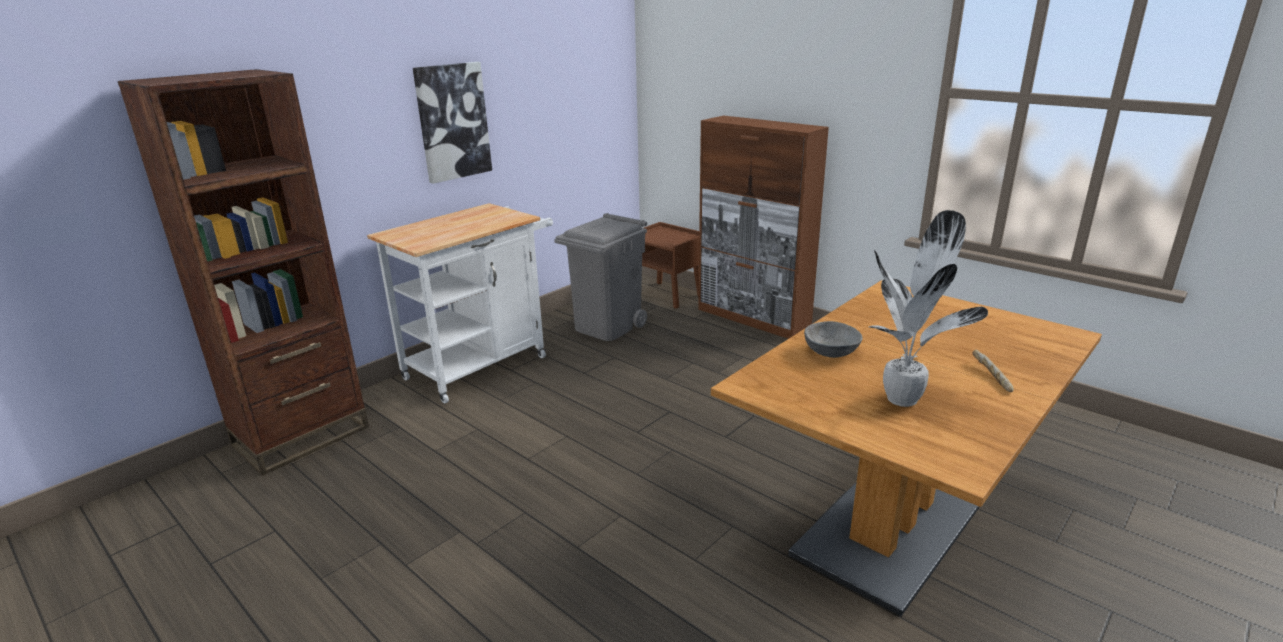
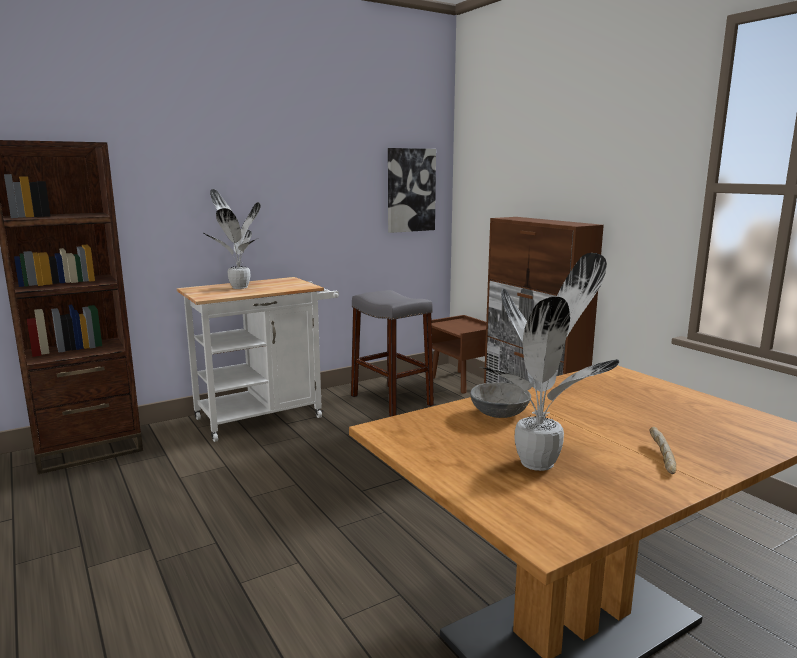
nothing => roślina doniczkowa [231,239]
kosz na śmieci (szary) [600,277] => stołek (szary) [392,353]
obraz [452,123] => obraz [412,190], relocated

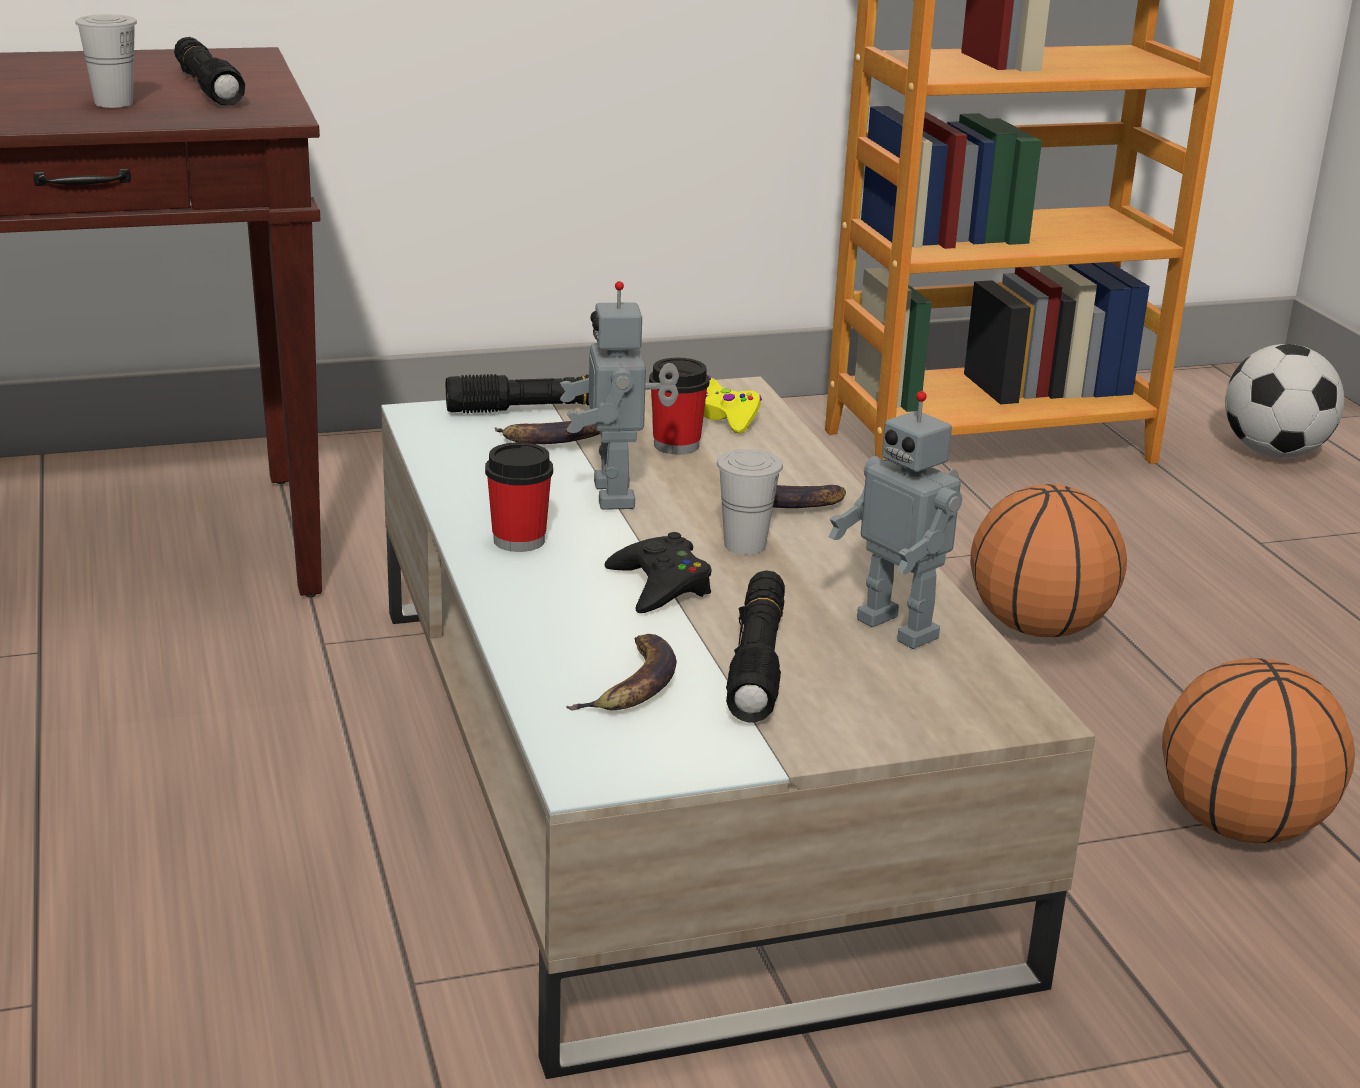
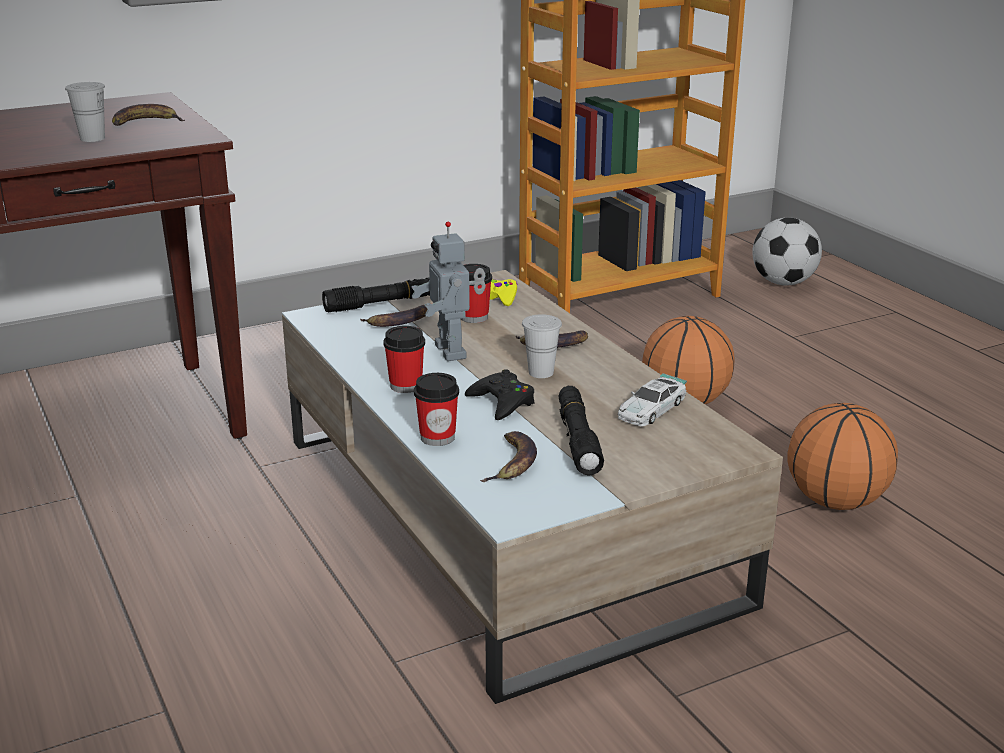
latarka (czarny) [209,71] => banan [148,115]
nothing => filiżanka [436,409]
robot zabawkowy [895,520] => samochodzik [652,400]

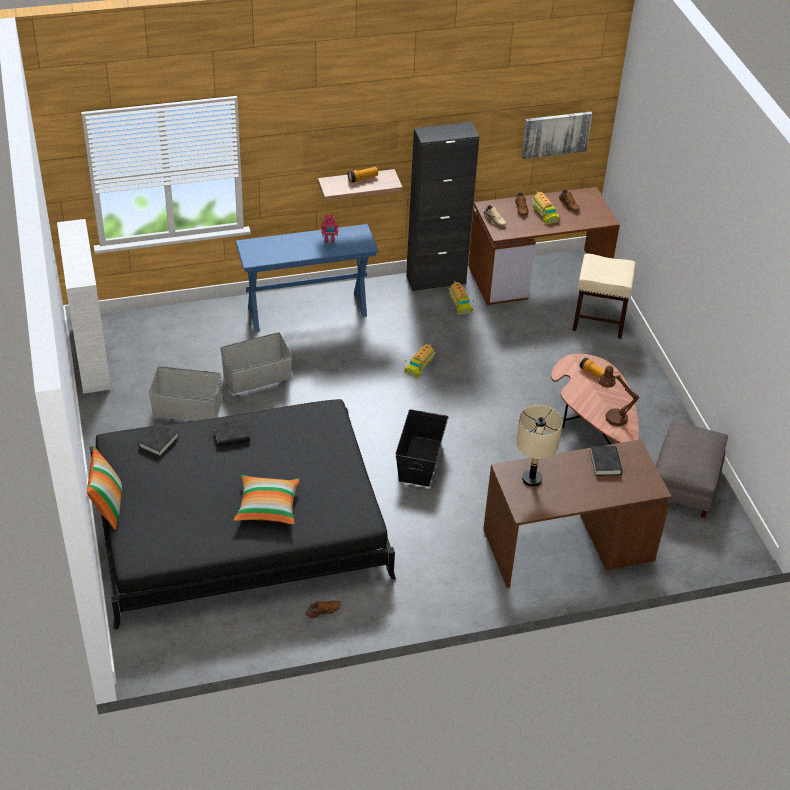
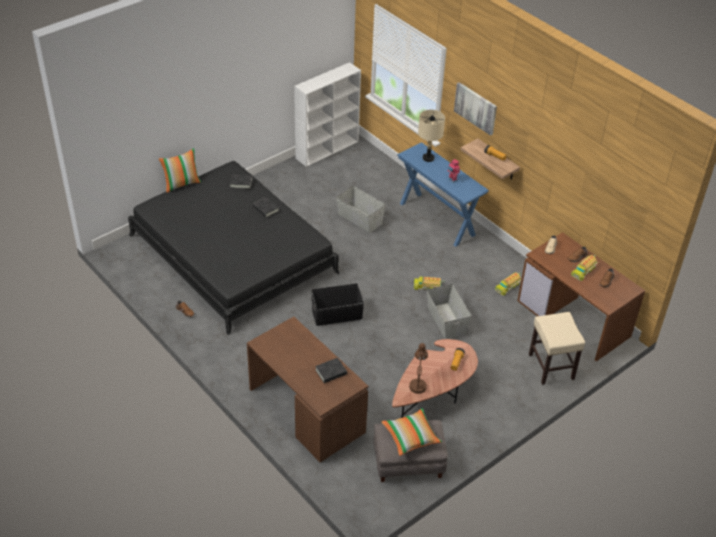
poduszka [267,499] => poduszka [411,432], relocated
lampa stołowa (beżowy) [539,446] => lampa stołowa (beżowy) [431,136], relocated
pojemnik do przechowywania (szary) [185,393] => pojemnik do przechowywania (szary) [449,311], relocated
obraz [557,135] => obraz [475,109], relocated
szafka (czarny) [442,206] => nothing

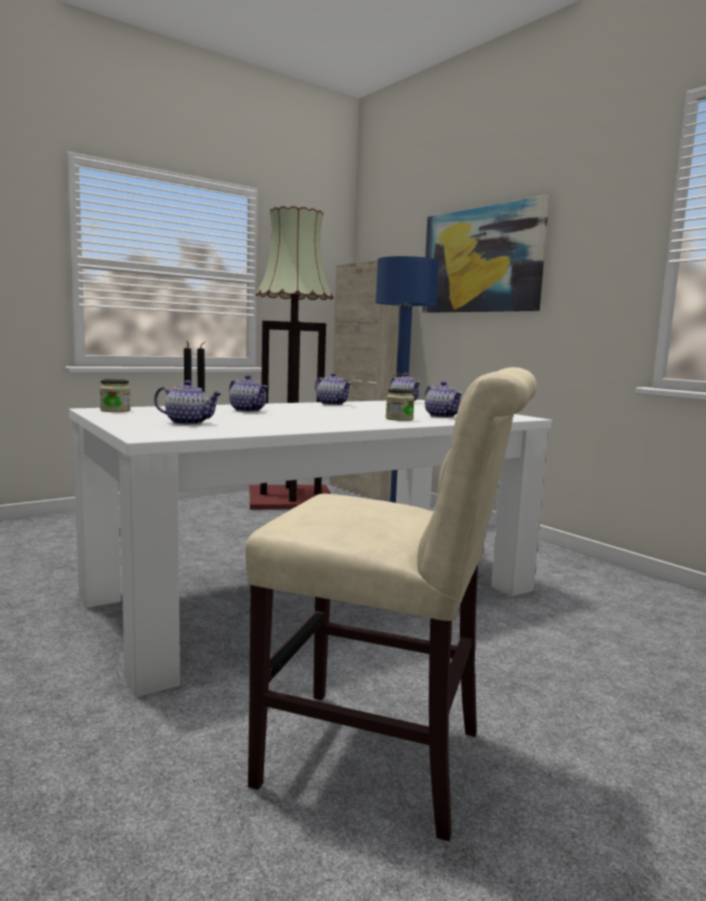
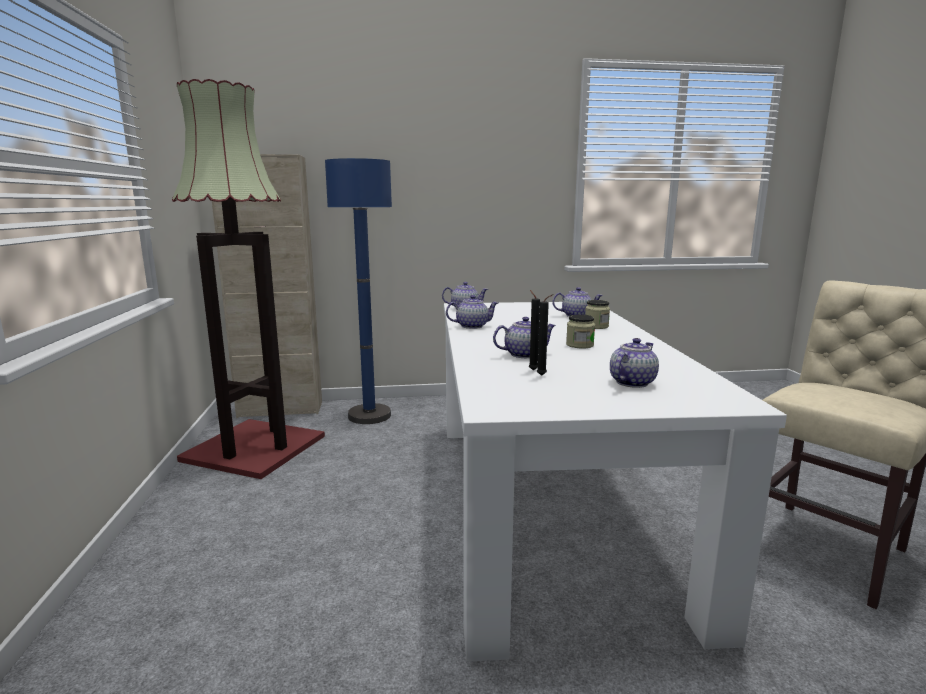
słoik [115,395] => słoik [580,331], relocated
obraz [485,254] => nothing

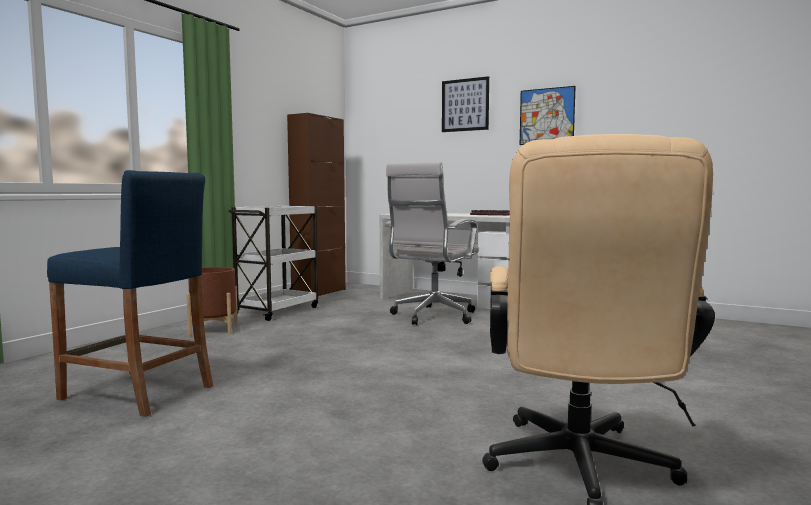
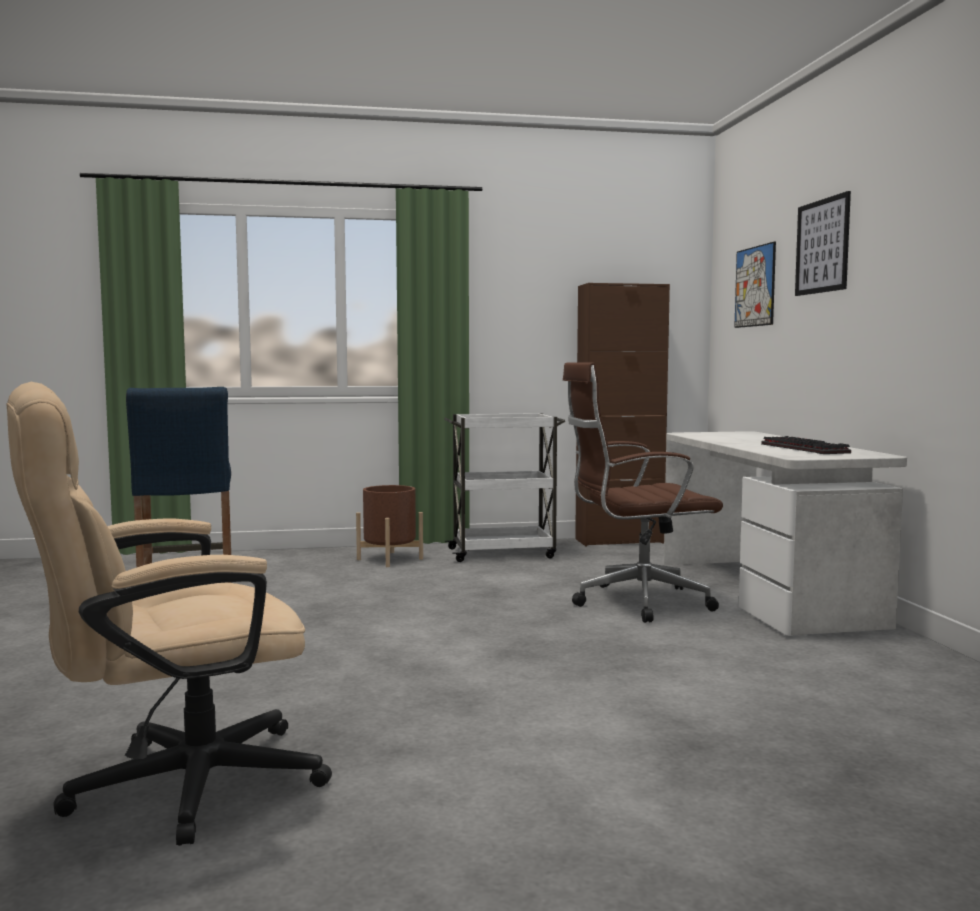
krzesło biurowe (biały) [431,243] => krzesło biurowe (brązowy) [643,493]
obraz [548,115] => obraz [755,284], relocated

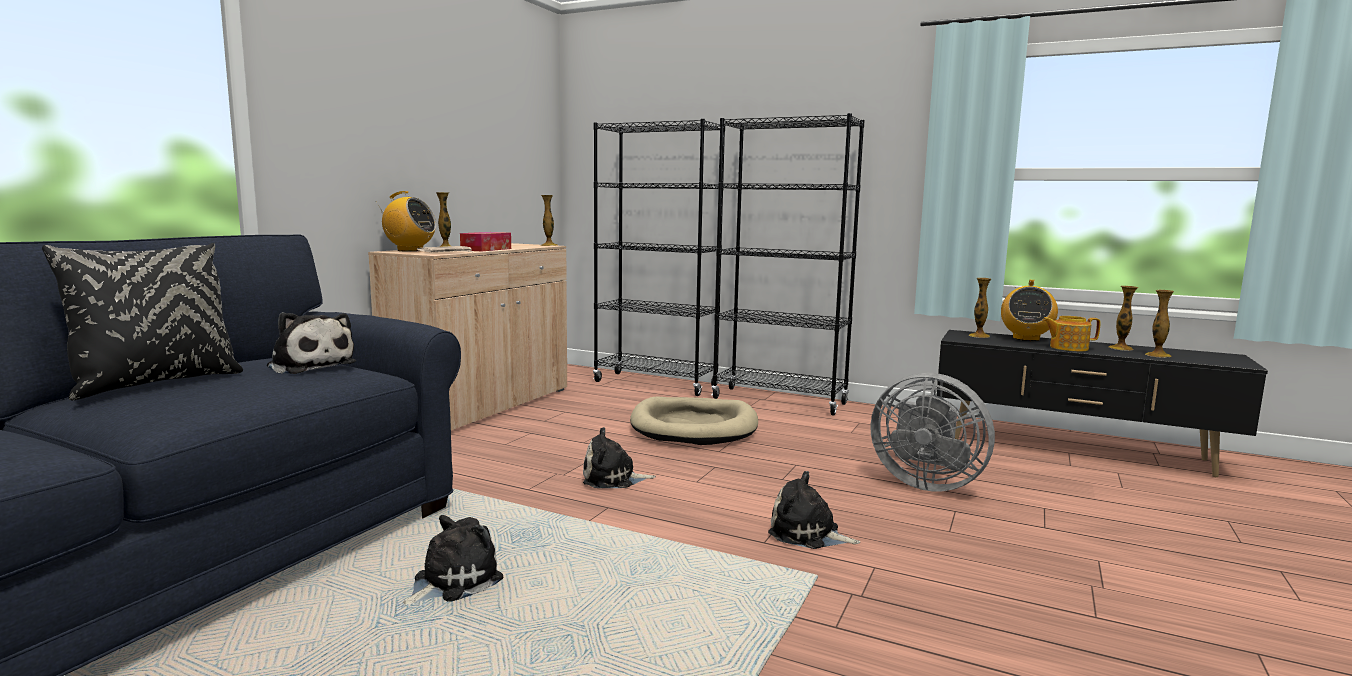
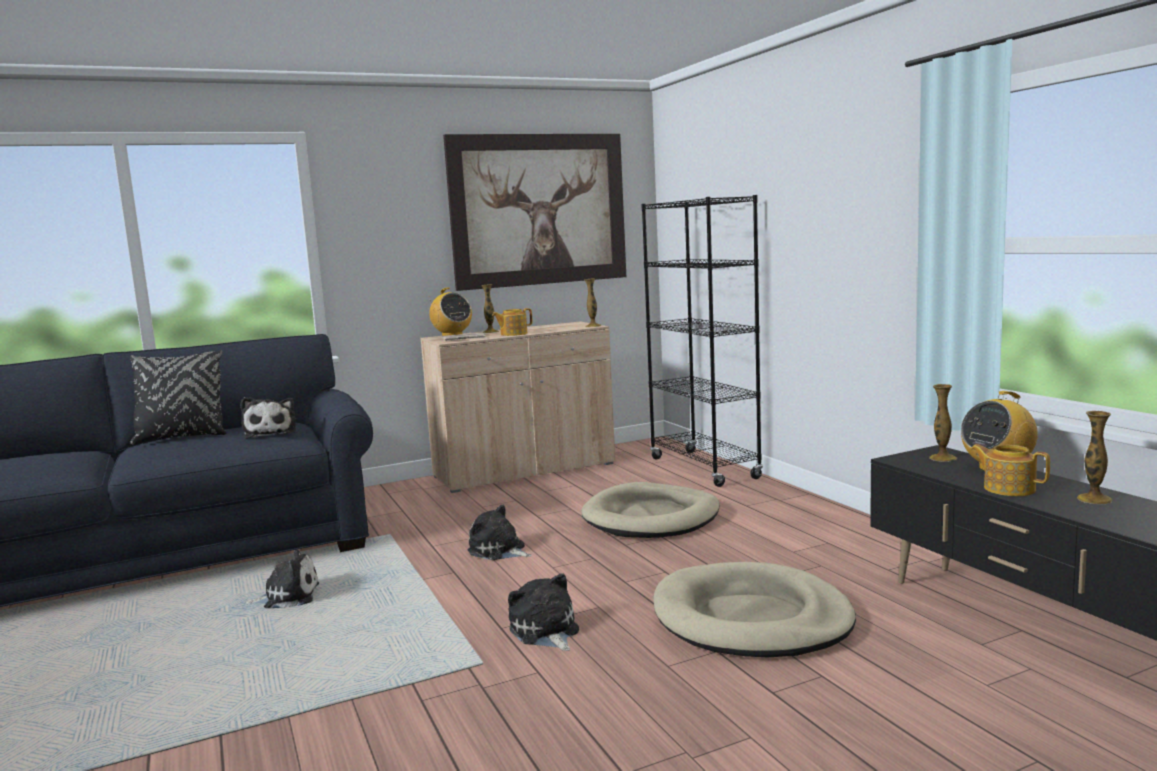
nothing => obraz [534,212]
pudełko chusteczek [485,241] => imbryk [512,322]
wentylator (szary) [933,432] => legowisko (beżowy) [755,609]
regał (czarny) [788,264] => nothing
wazon [1159,324] => nothing

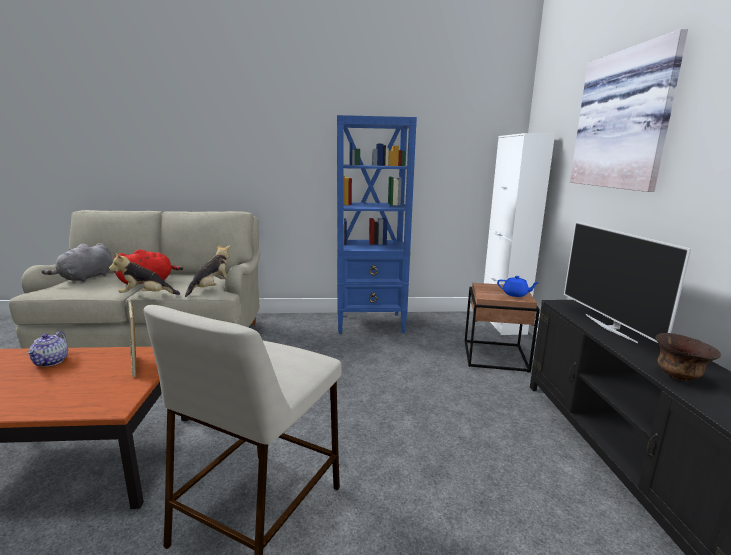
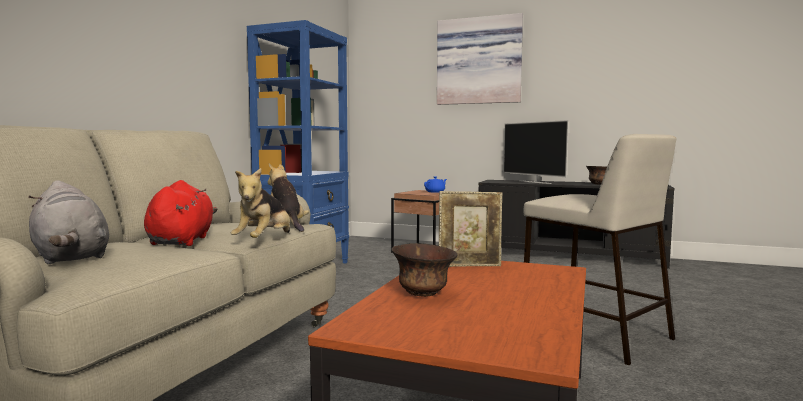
imbryk [47,349] => miska (brązowy) [425,270]
telewizor [627,282] => telewizor [536,152], 45 degrees clockwise
szafka (biały) [519,234] => nothing

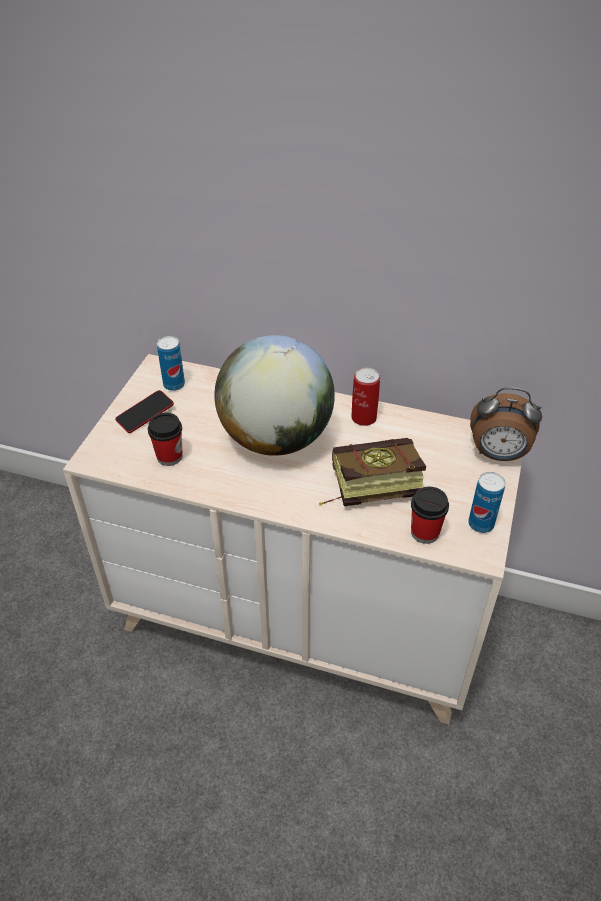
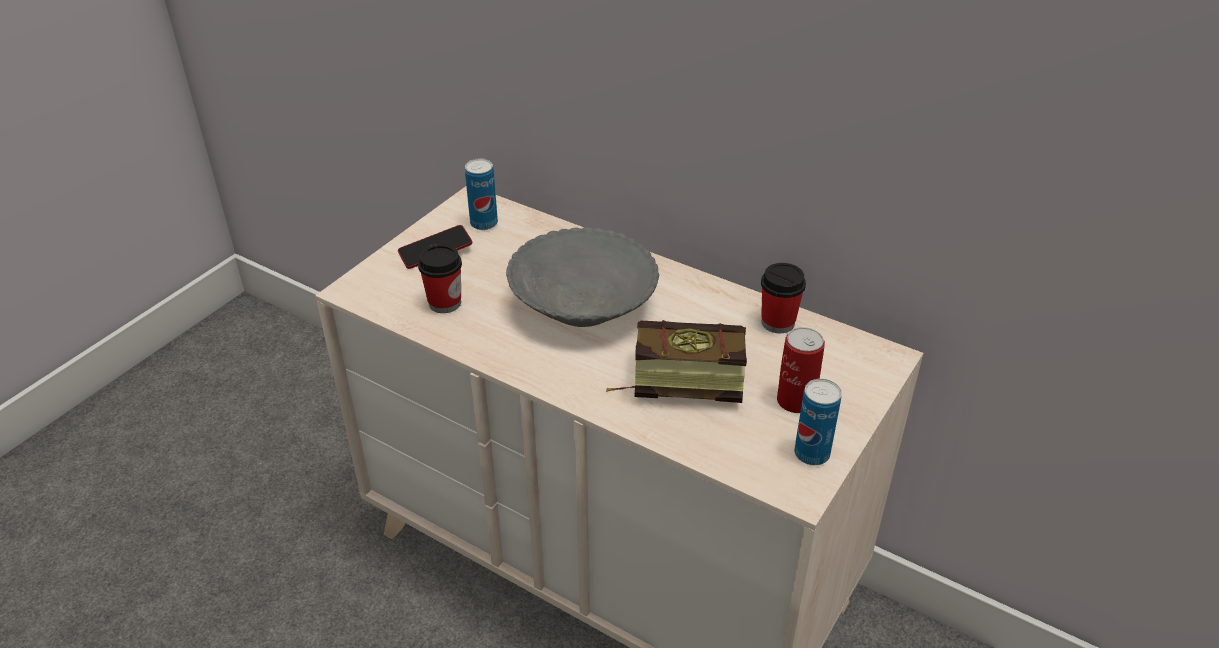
globus [274,395] => miska (szary) [582,277]
filiżanka [430,515] => filiżanka [783,298], relocated
puszka [365,397] => puszka [801,370], relocated
budzik [506,424] => nothing

